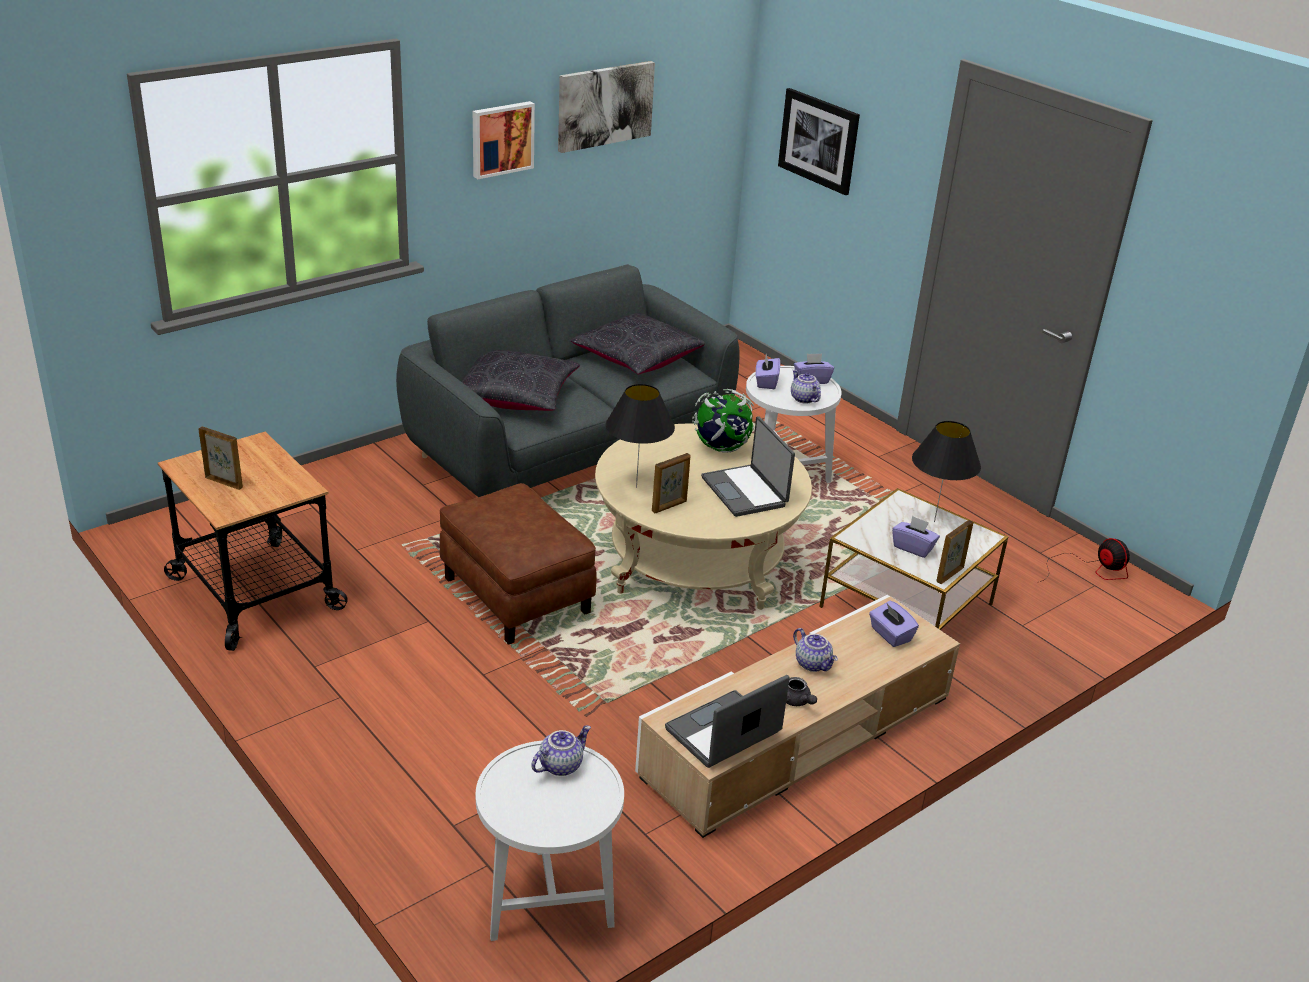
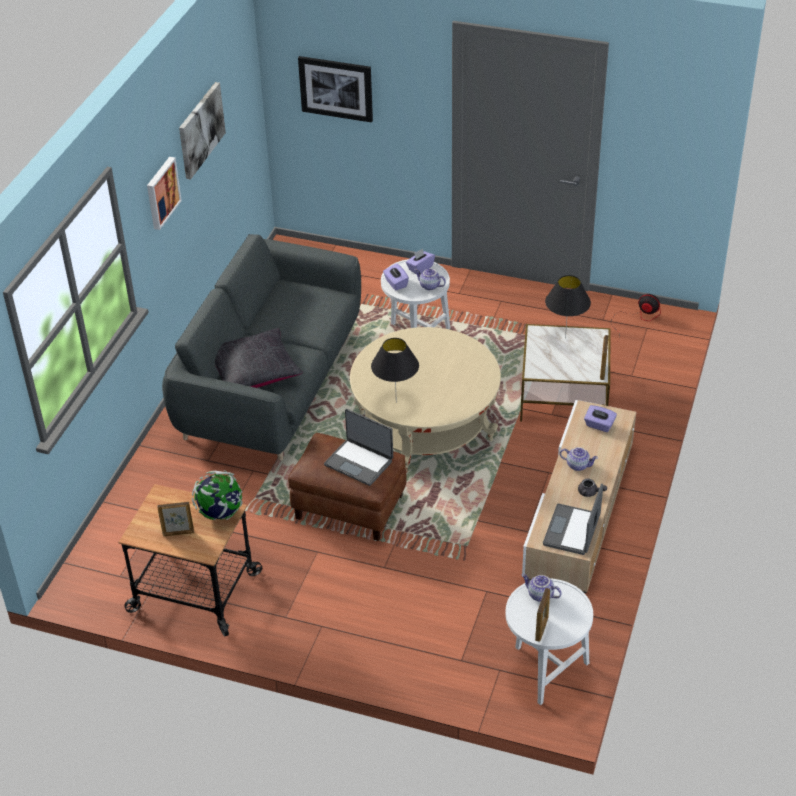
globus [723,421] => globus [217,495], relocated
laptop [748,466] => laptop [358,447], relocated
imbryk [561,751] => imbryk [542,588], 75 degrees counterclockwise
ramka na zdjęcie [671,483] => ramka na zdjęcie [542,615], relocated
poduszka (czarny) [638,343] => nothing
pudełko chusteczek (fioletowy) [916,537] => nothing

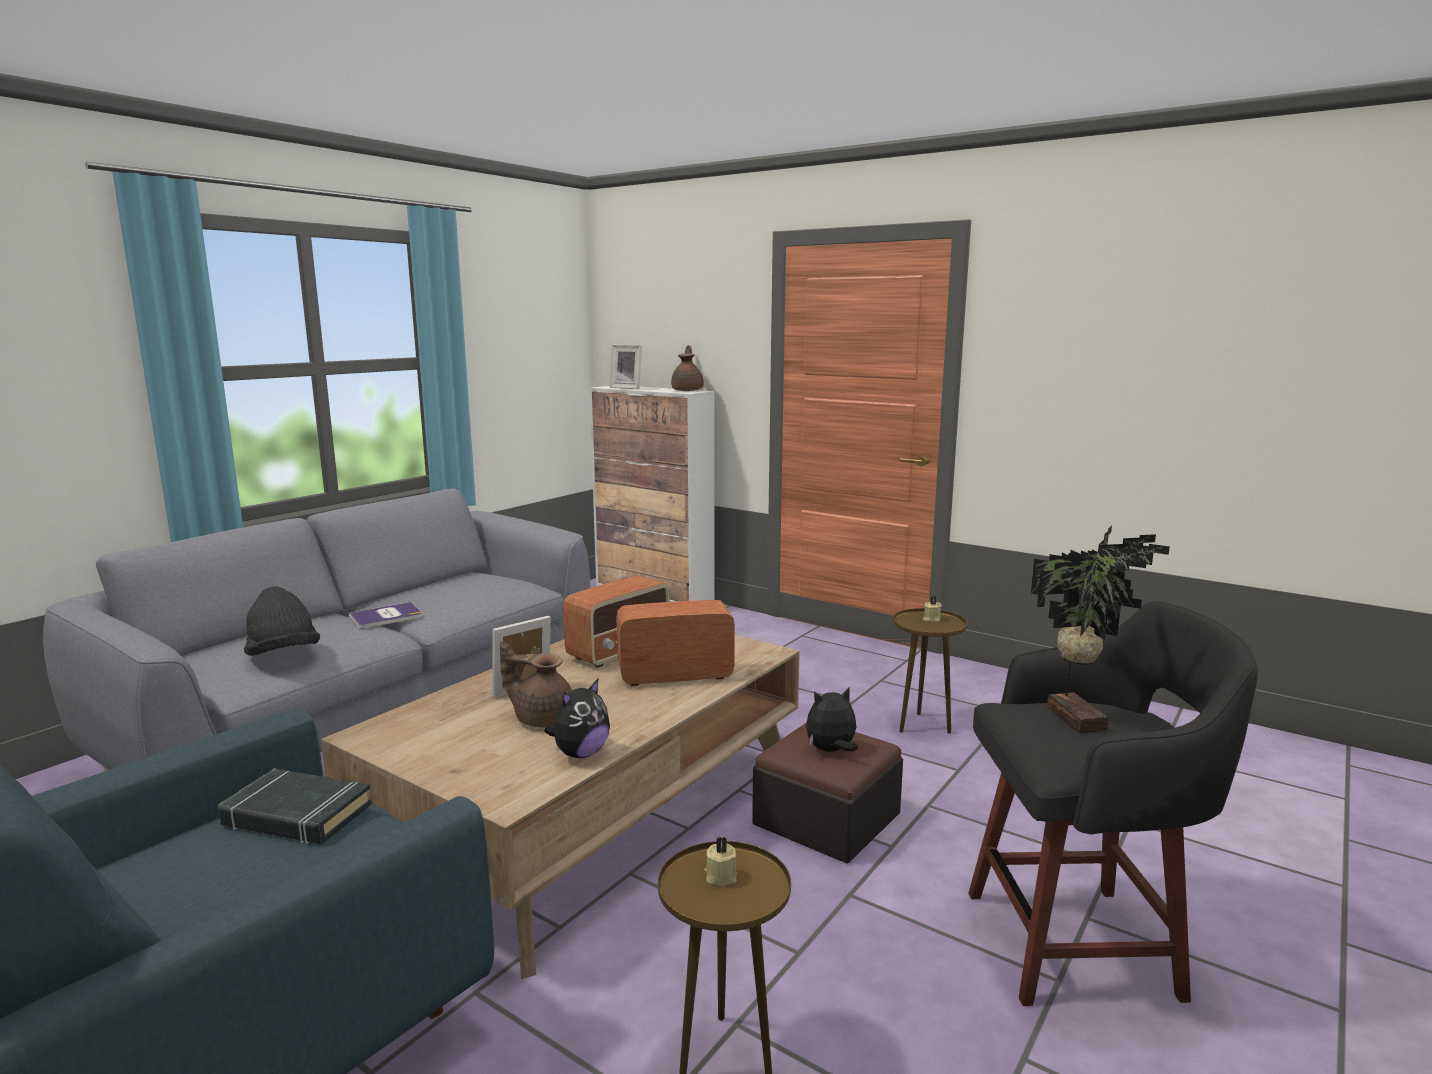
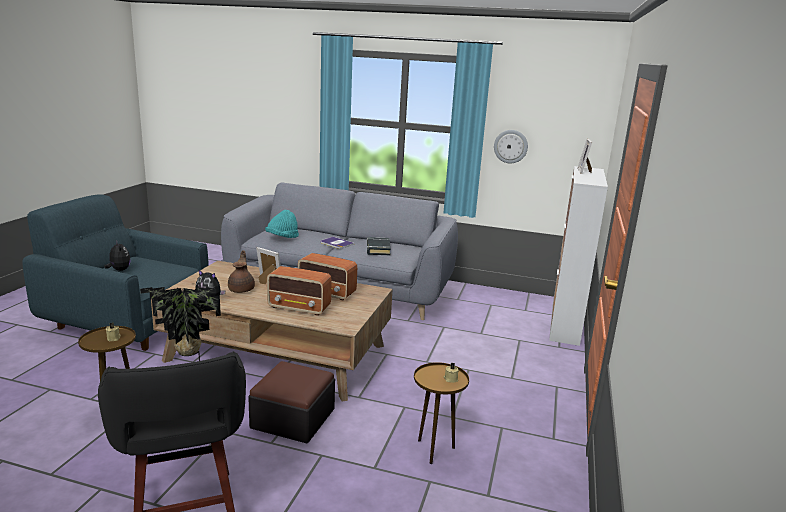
pluszak [832,719] => pluszak [117,256], relocated
kapelusz (czarny) [282,621] => kapelusz (turkusowy) [282,224]
radio [675,643] => radio [299,291], 135 degrees clockwise
książka (czarny) [295,806] => książka (czarny) [379,246], relocated
nothing => zegar ścienny [511,146]
imbryk (brązowy) [687,368] => nothing

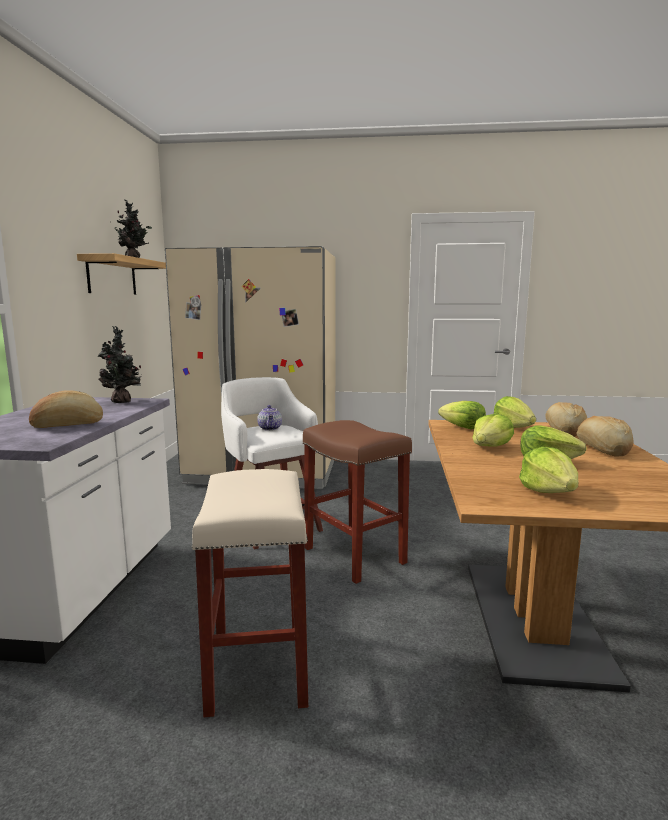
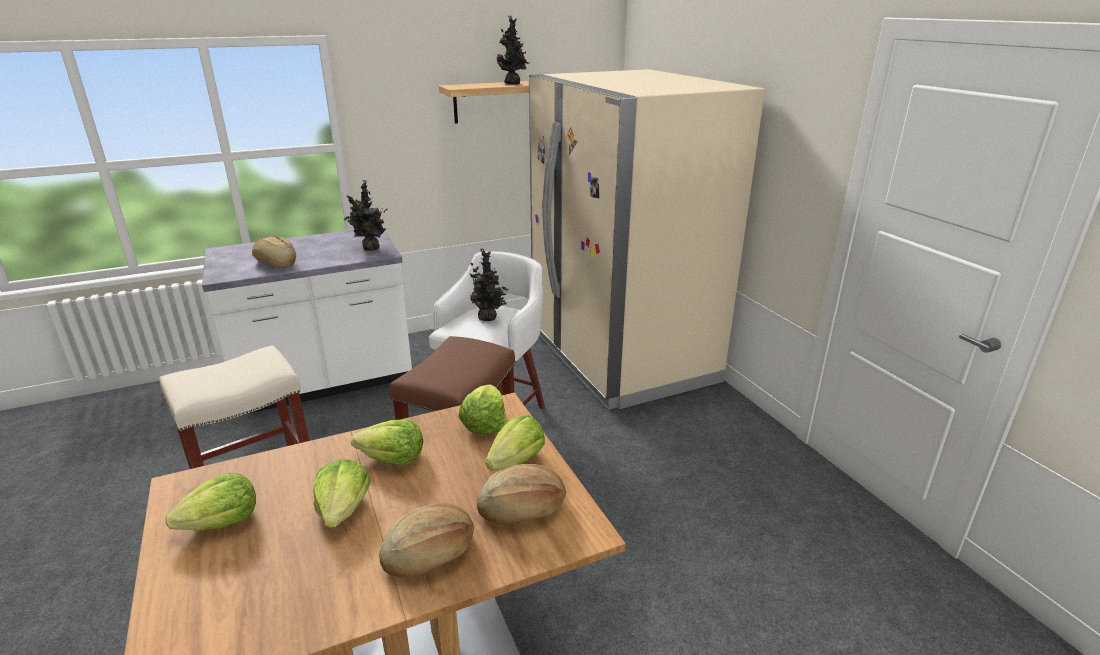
imbryk [269,418] => roślina doniczkowa [487,284]

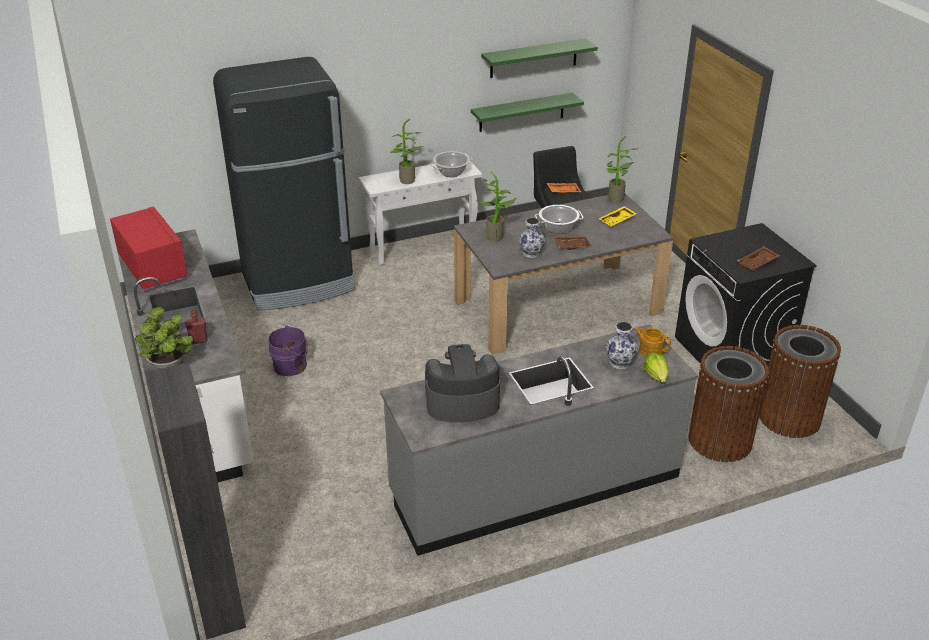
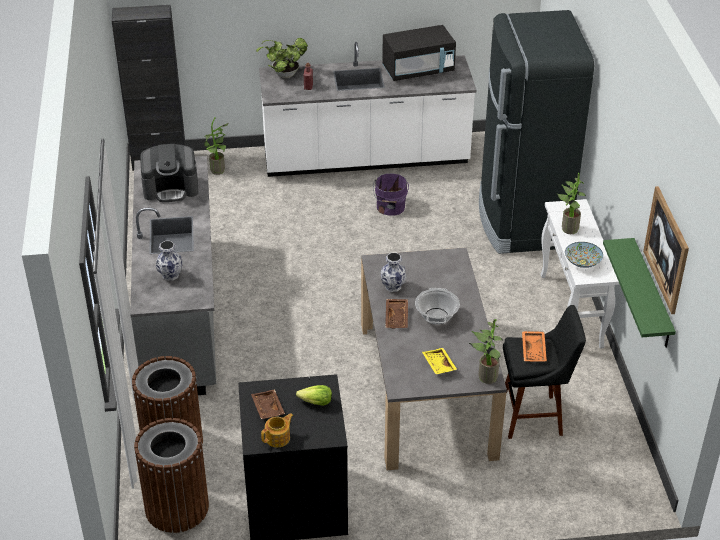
ekspres do kawy [462,383] => ekspres do kawy [169,173], 75 degrees clockwise
roślina doniczkowa [496,207] => roślina doniczkowa [216,146], relocated
imbryk [652,342] => imbryk [277,430], relocated
sałata [656,368] => sałata [314,395], relocated
mikrofalówka (czerwony) [149,249] => mikrofalówka (czarny) [419,53]
garnek [451,164] => miska [584,255]
półka (zielony) [539,58] => obraz [666,250]

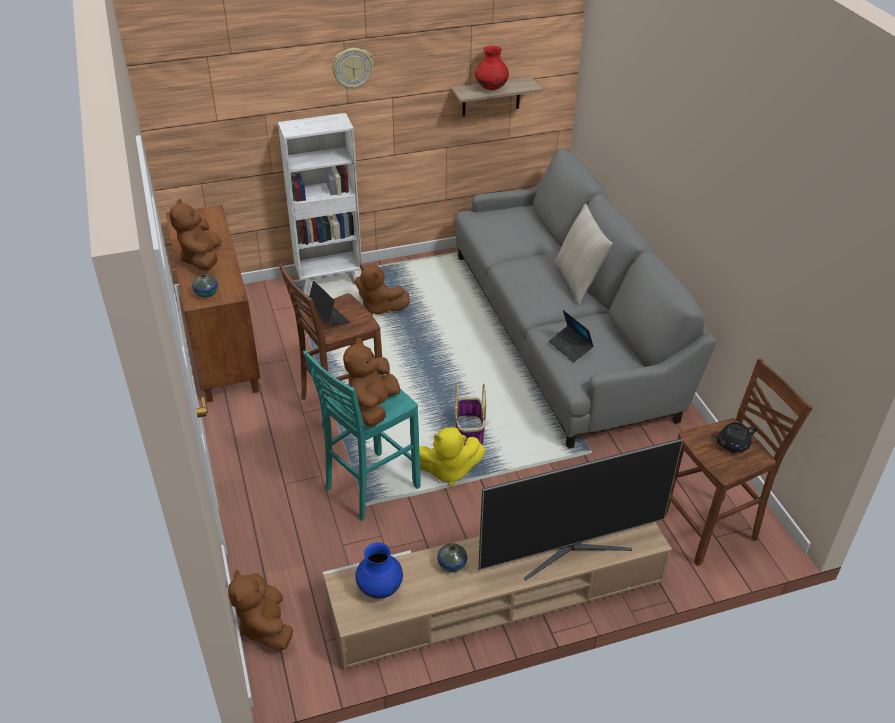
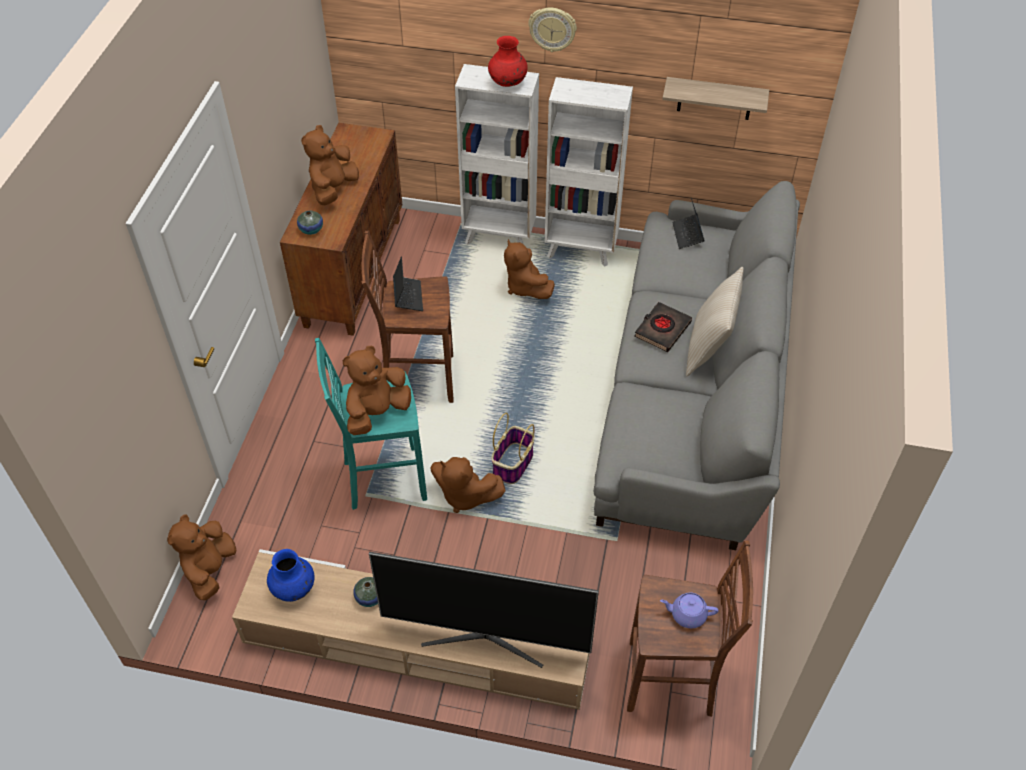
pluszak (żółty) [452,456] => pluszak (brązowy) [468,485]
wazon (czerwony) [492,68] => wazon (czerwony) [508,61], relocated
nothing => regał (biały) [589,171]
nothing => książka (czarny) [663,327]
imbryk (czarny) [735,437] => imbryk (fioletowy) [689,610]
laptop [571,336] => laptop [688,223], relocated

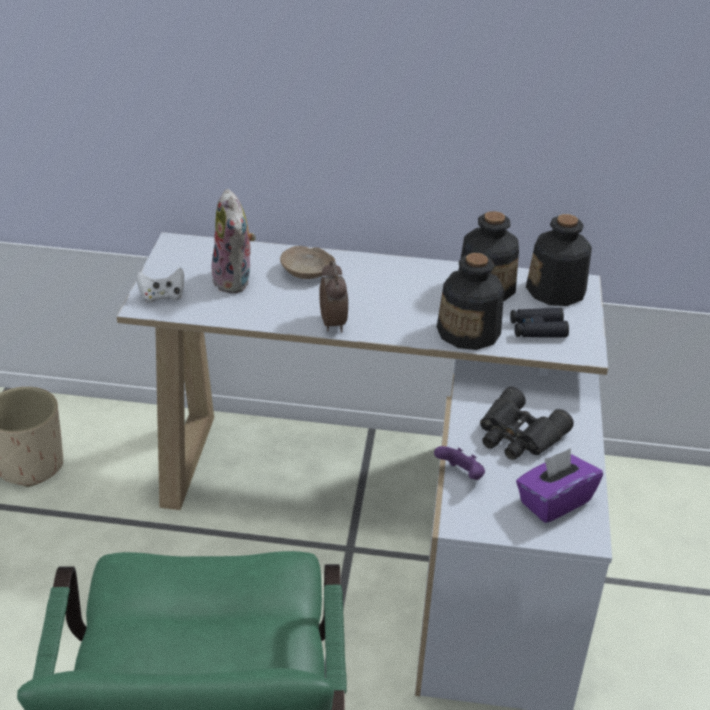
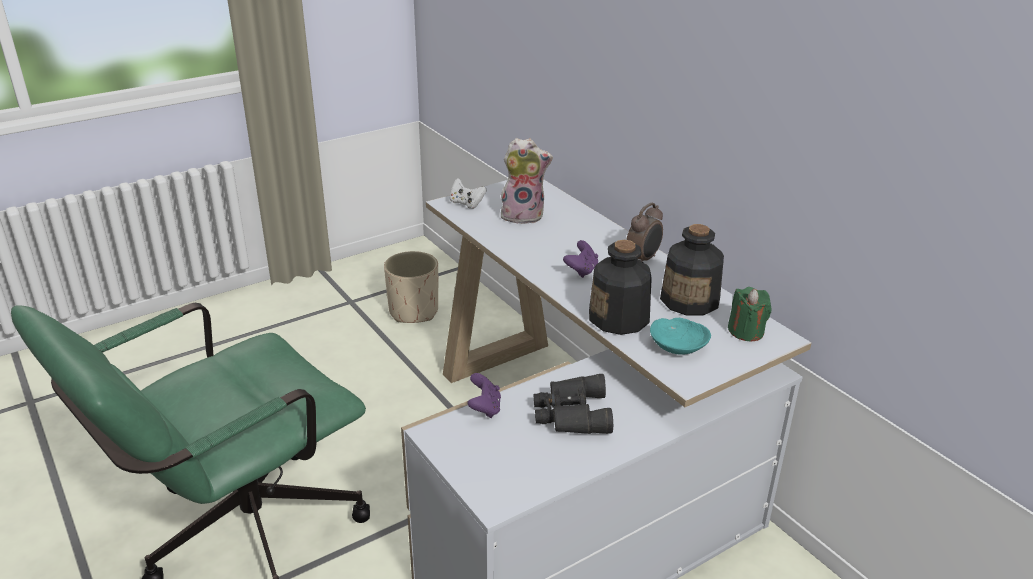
pluszak [233,241] => pluszak [527,181], 120 degrees counterclockwise
nothing => pad do gier (fioletowy) [580,259]
budzik [333,297] => budzik [644,232], relocated
lornetka (czarny) [539,323] => miska (turkusowy) [680,336]
butelka [559,260] => świeca (zielony) [749,314]
miska (beżowy) [308,262] => nothing
pudełko chusteczek (fioletowy) [559,485] => nothing

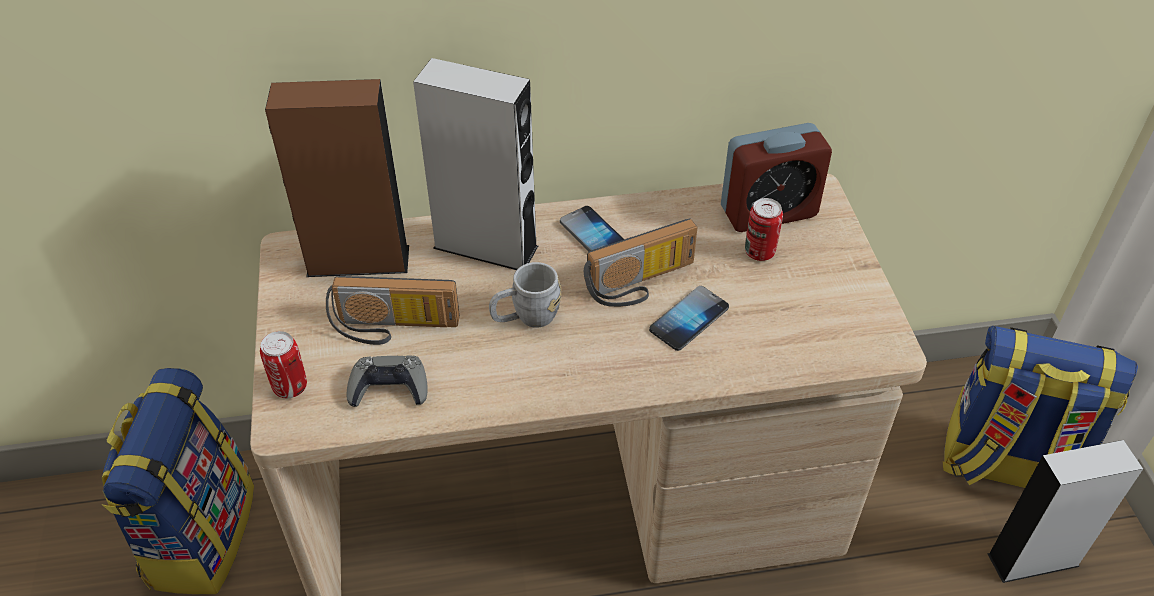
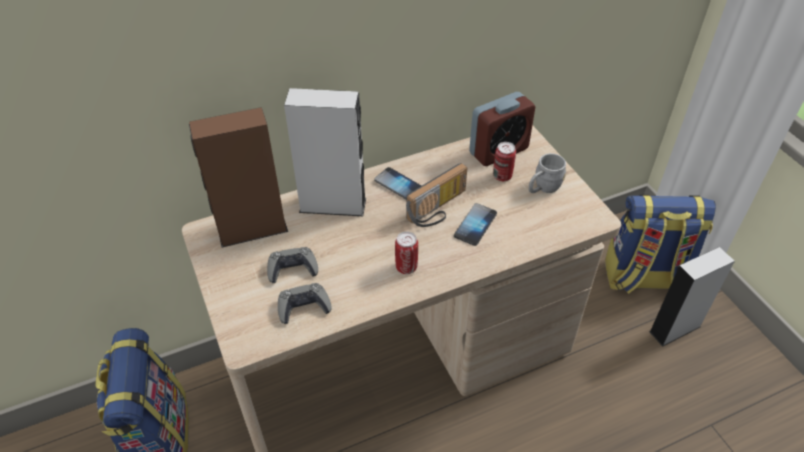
radio [393,310] => pad do gier (szary) [292,265]
puszka [283,364] => puszka [406,253], relocated
kubek (szary) [525,295] => kubek (szary) [547,173], relocated

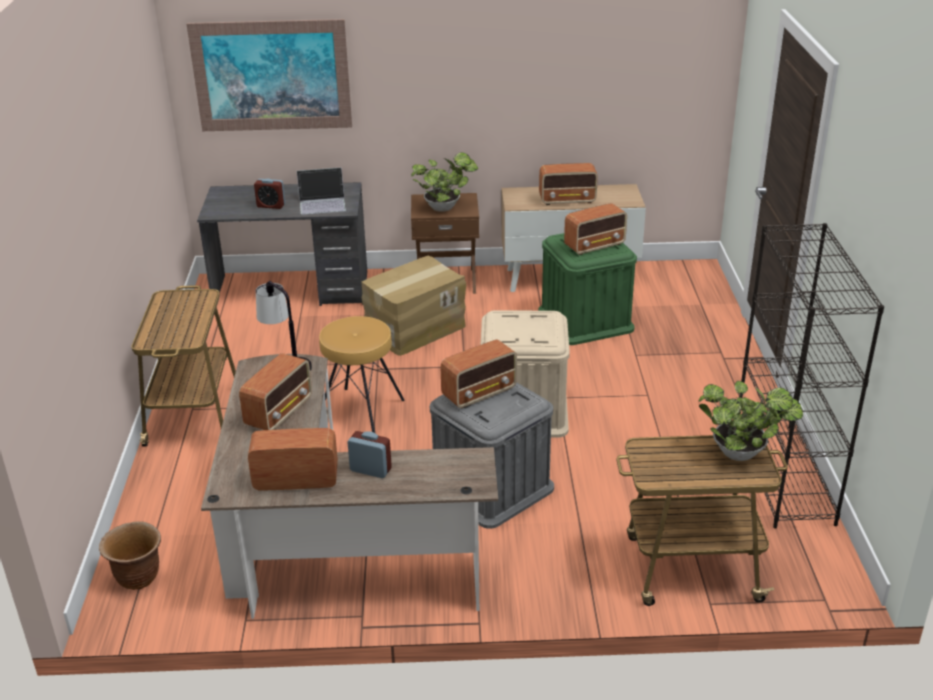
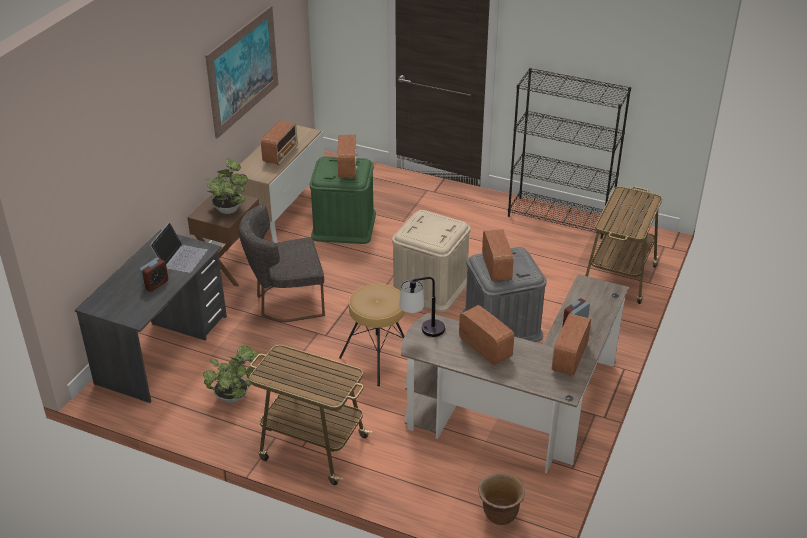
roślina doniczkowa [750,421] => roślina doniczkowa [230,375], relocated
obraz [269,75] => obraz [241,72], relocated
karton [413,306] => krzesło (szary) [282,263]

